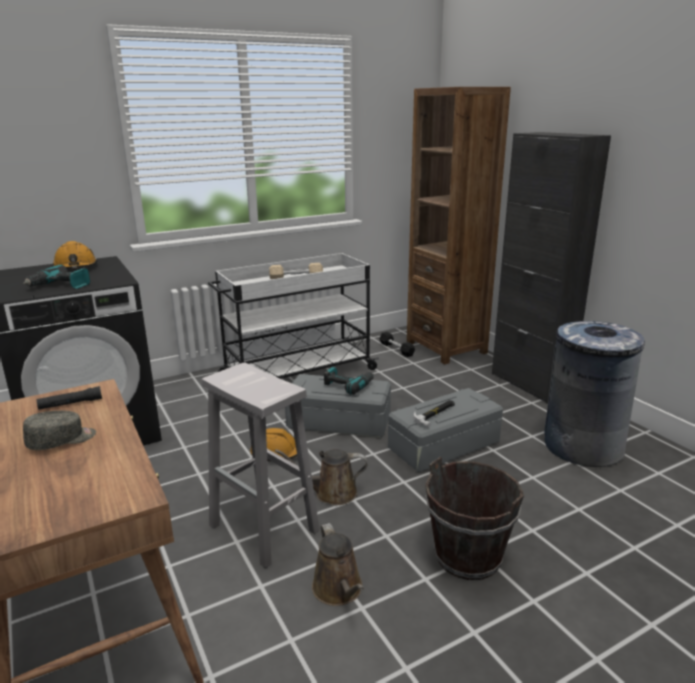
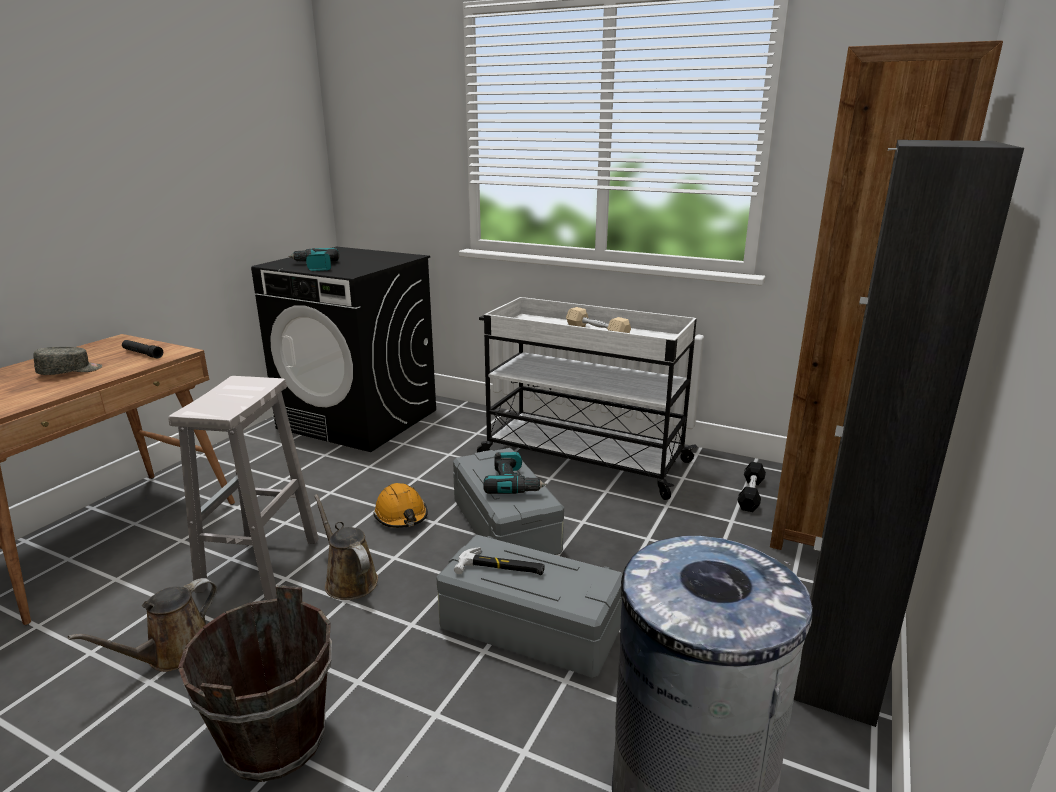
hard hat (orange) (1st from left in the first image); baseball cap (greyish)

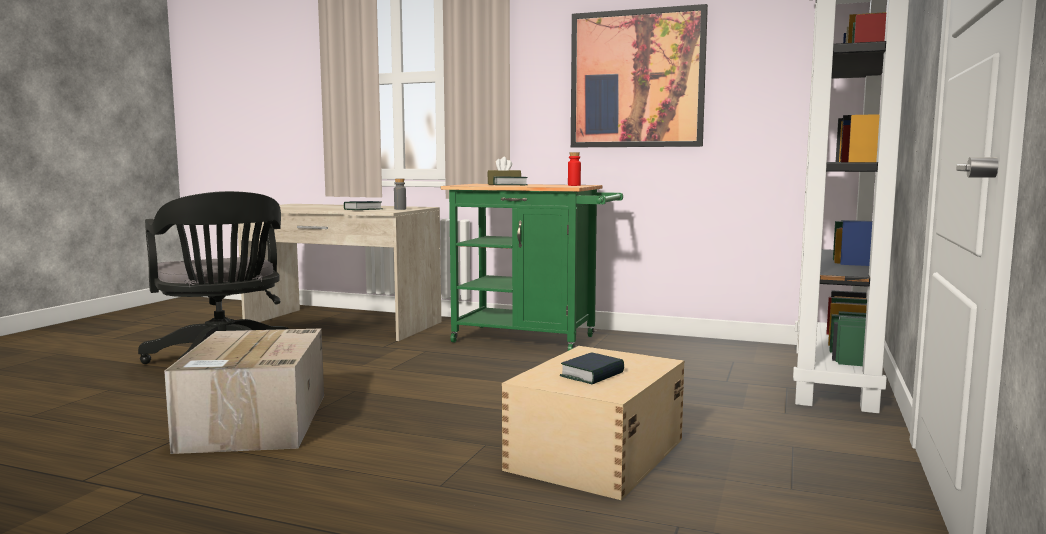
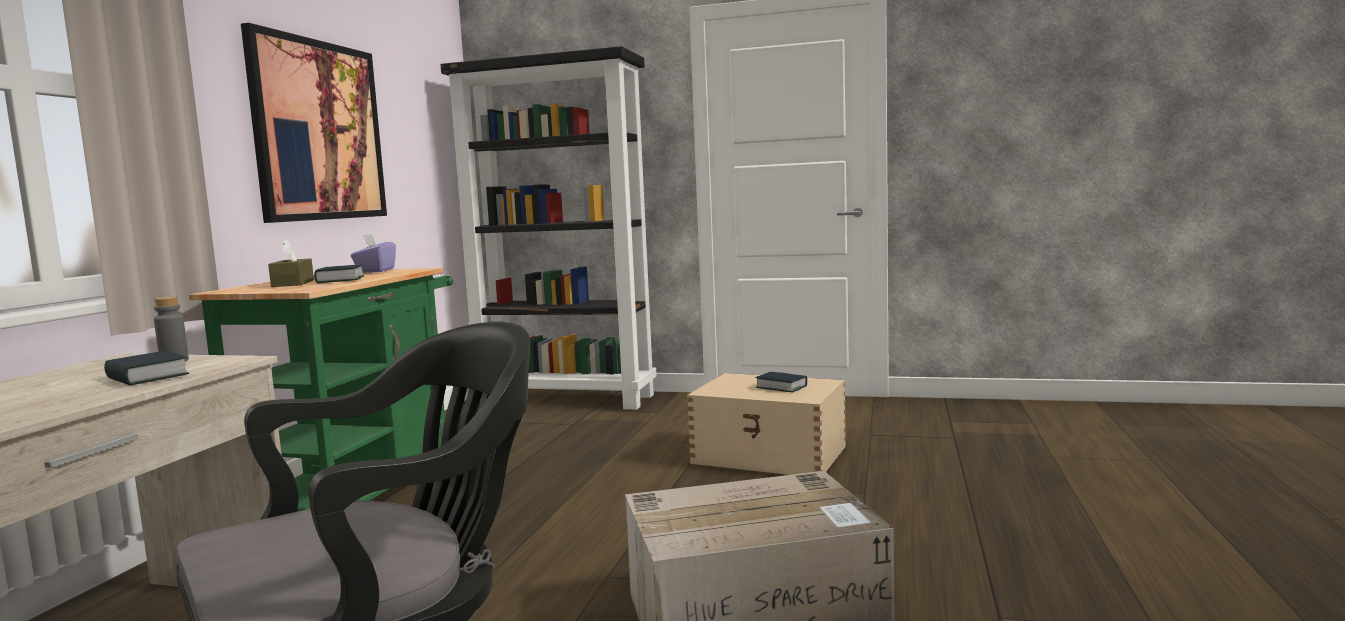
tissue box (purplish)

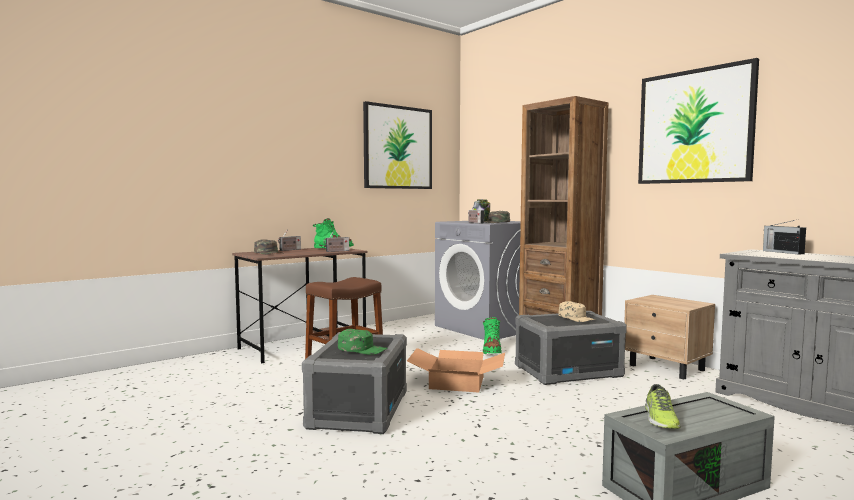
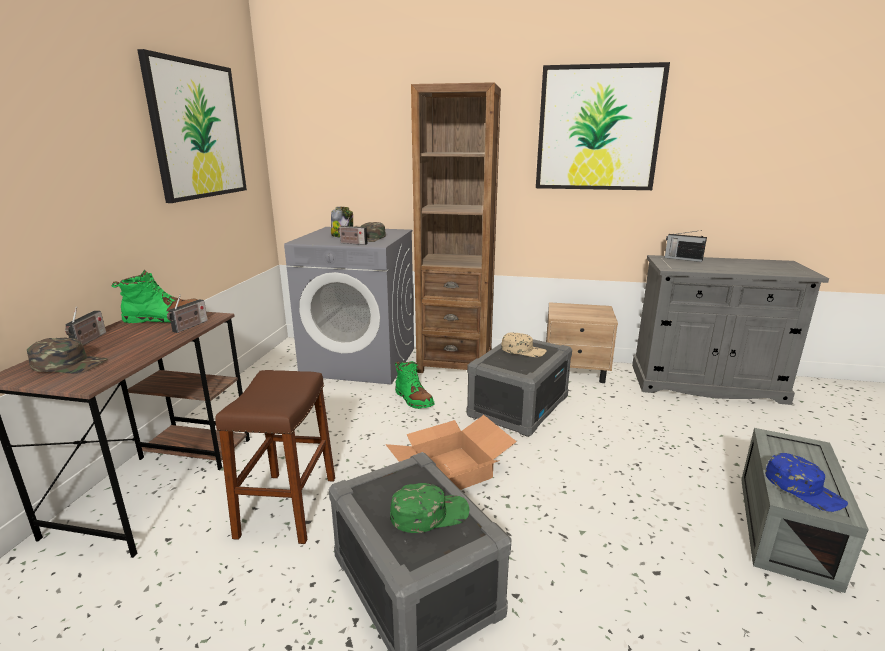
baseball cap (blue-coloured)

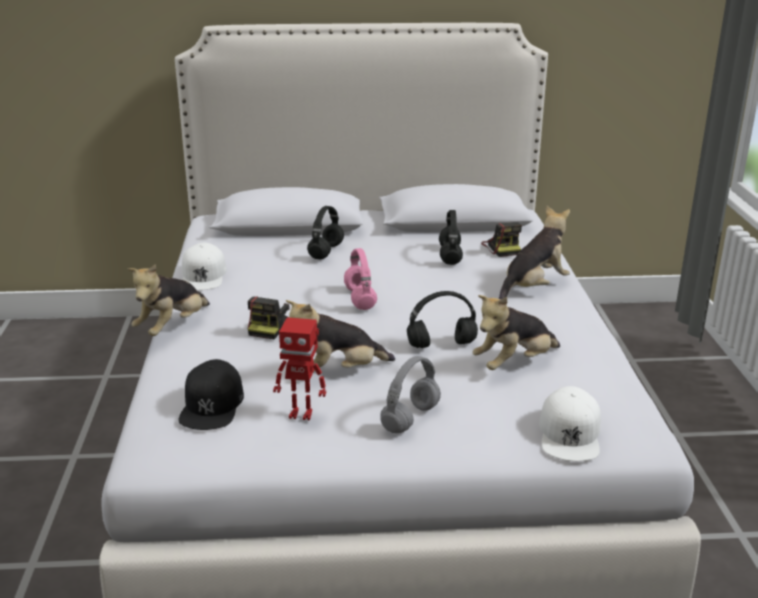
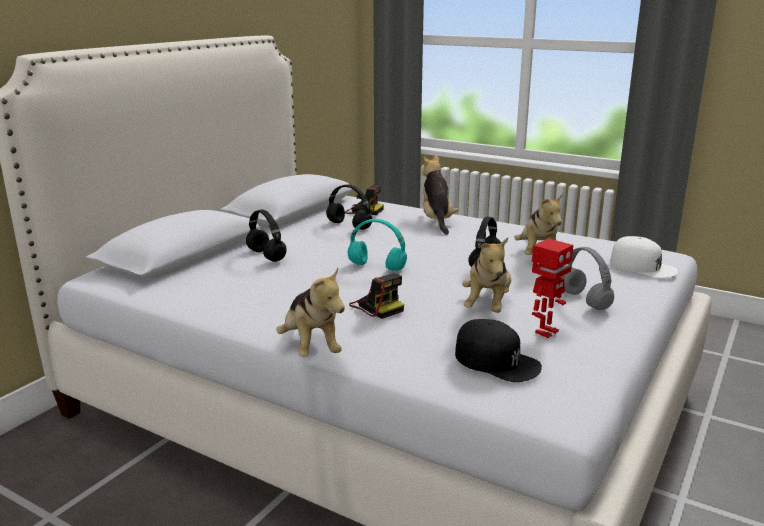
baseball cap (white) (1st from left in the first image); headset (turquoise)

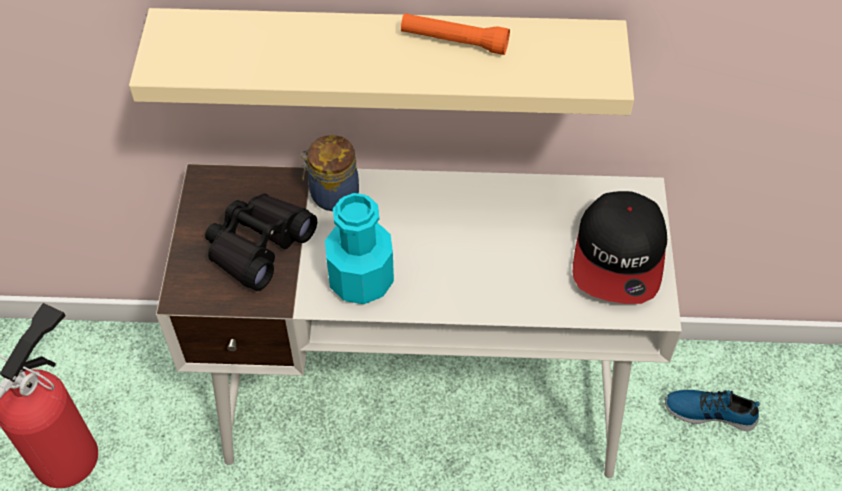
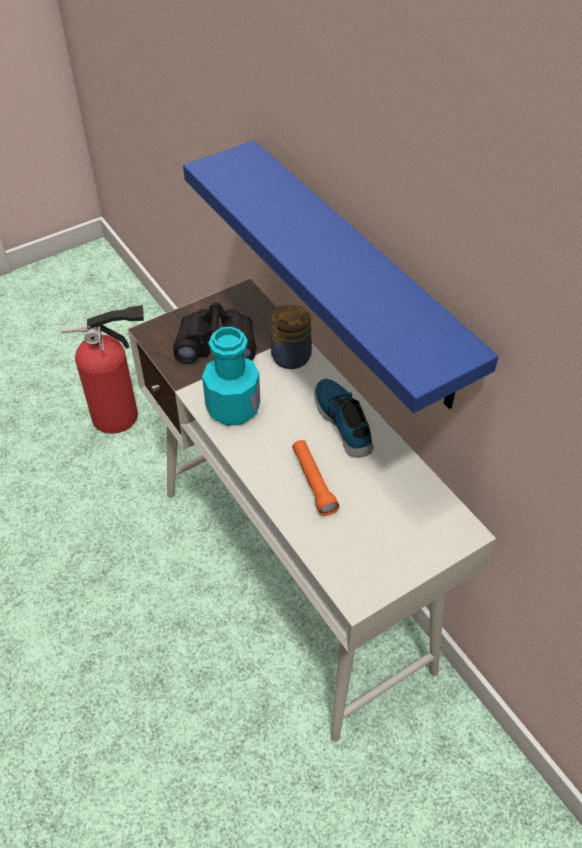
wall shelf (blue-coloured); torch (orange); baseball cap; shoe

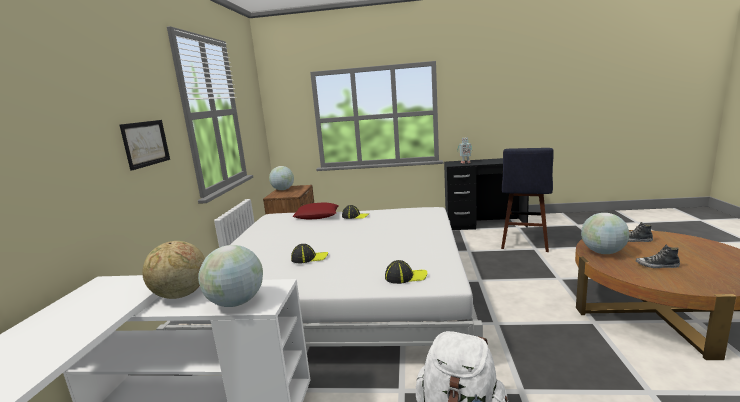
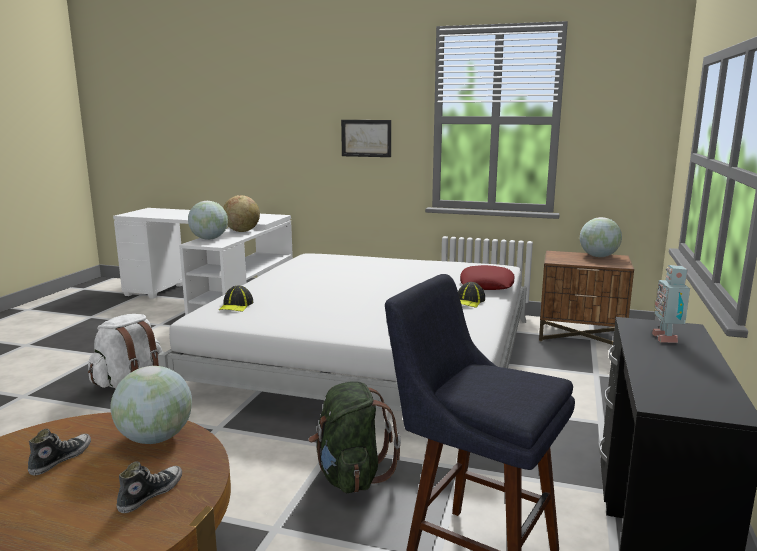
baseball cap (1st from left in the first image); rucksack (green-coloured)

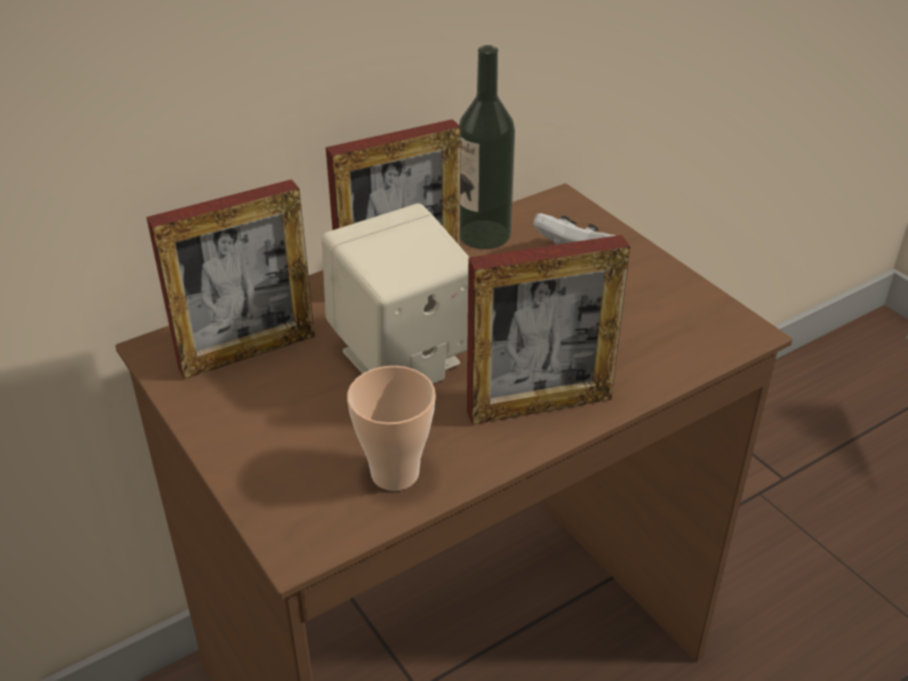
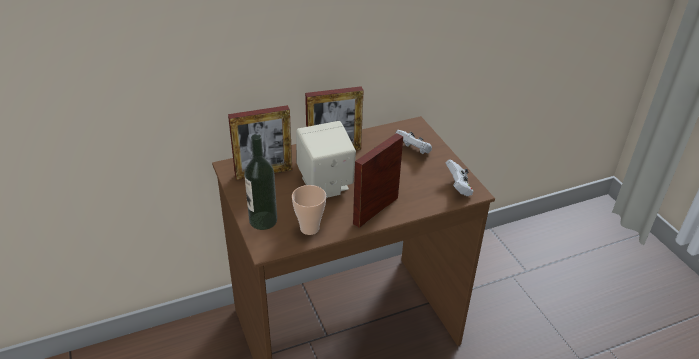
drink bottle; picture frame (3rd from left); gamepad (white) (2nd from left)

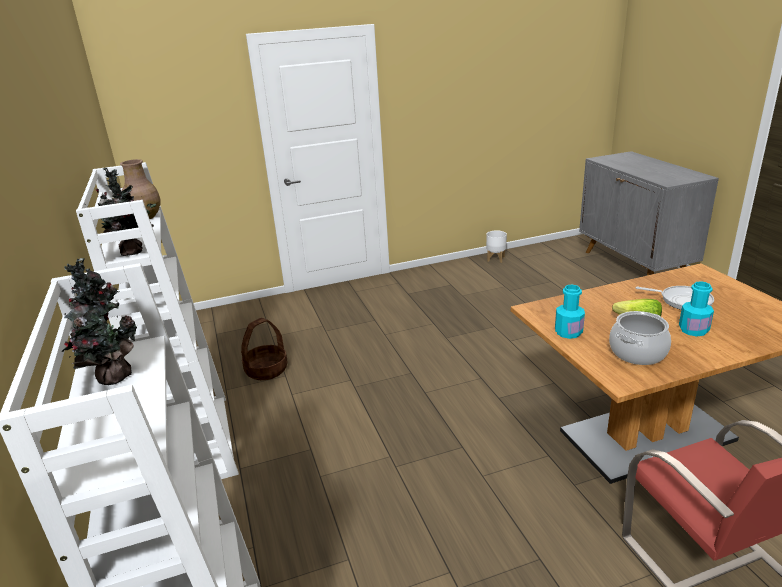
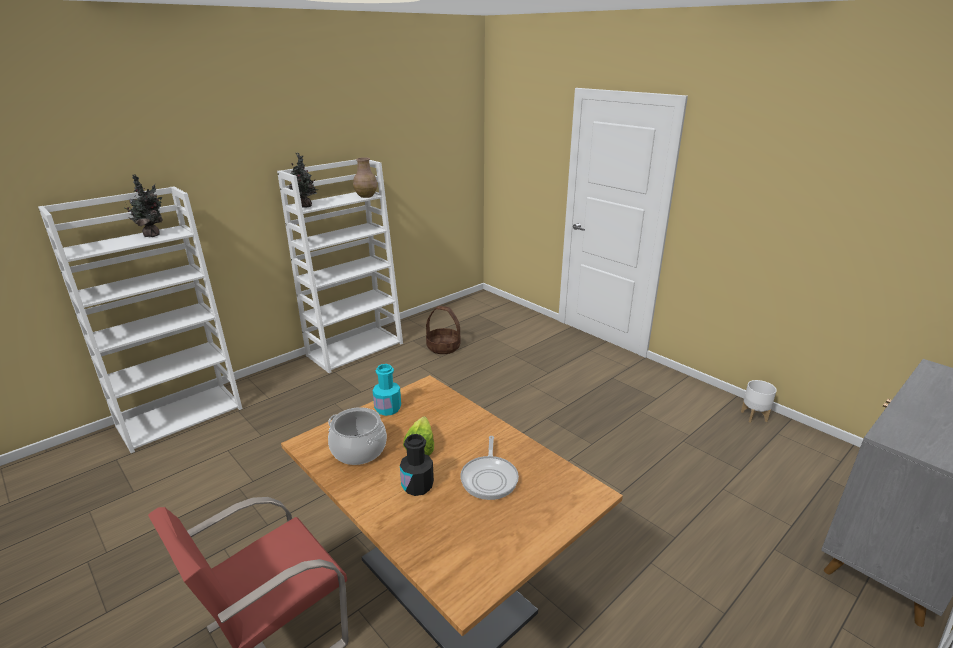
drink bottle (blackish)

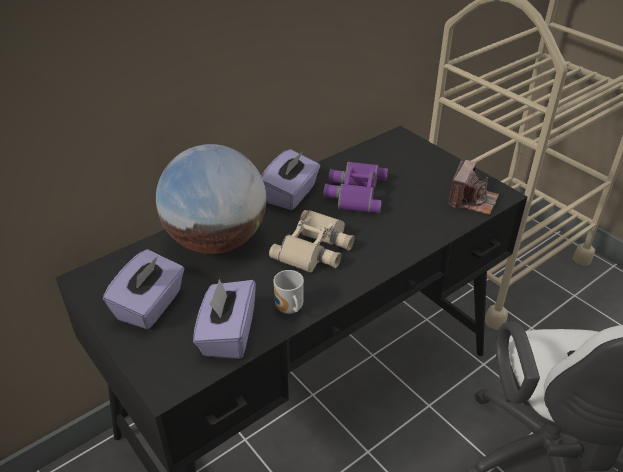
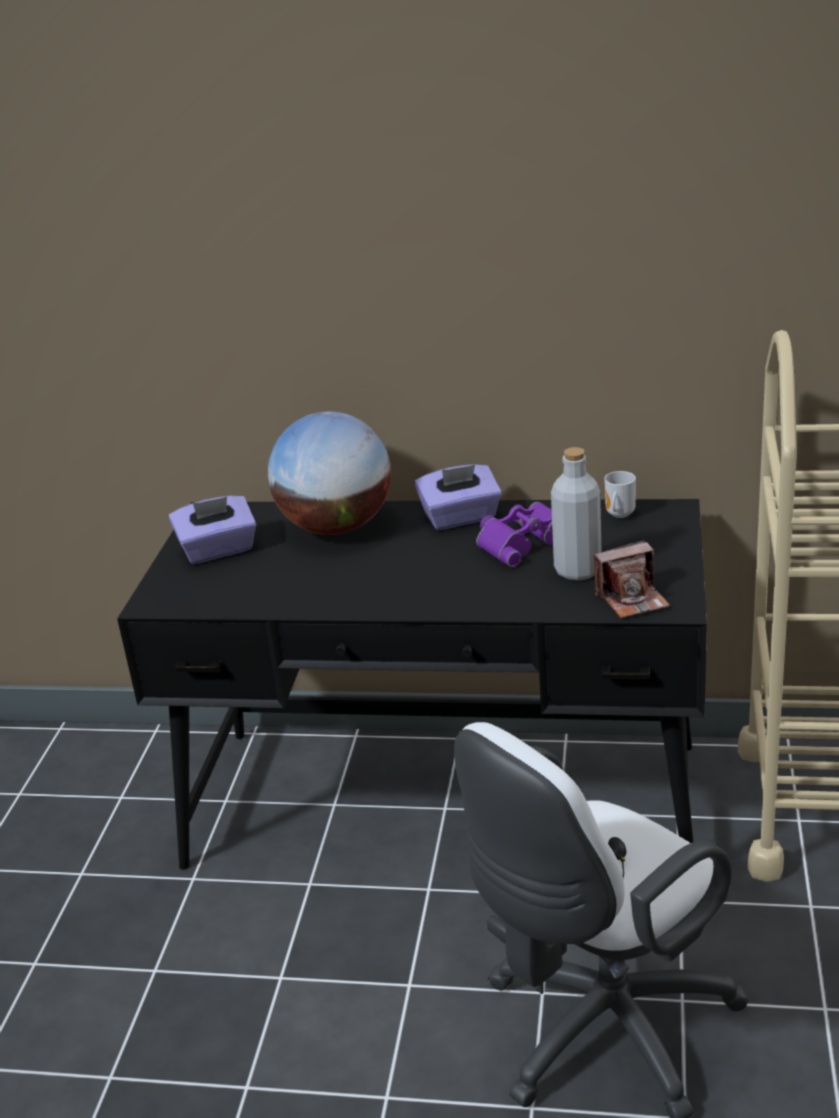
field glasses (beige-coloured); coffee mug; tissue box (purplish) (2nd from left in the first image); drink bottle (greyish)

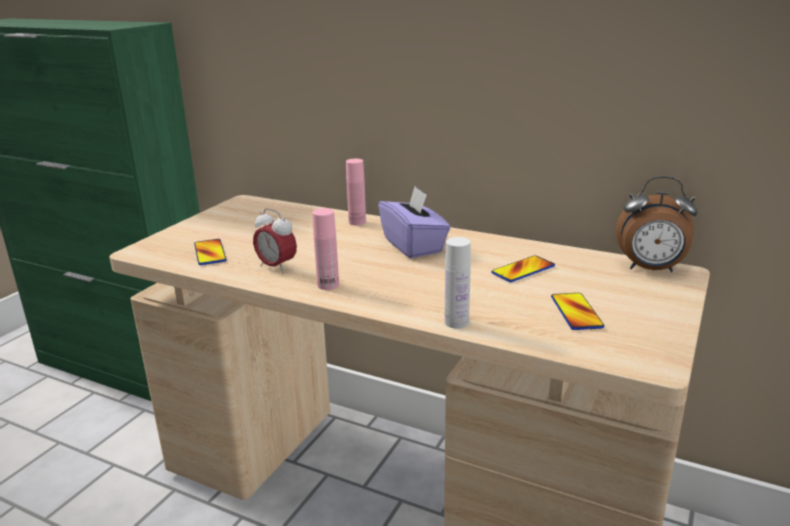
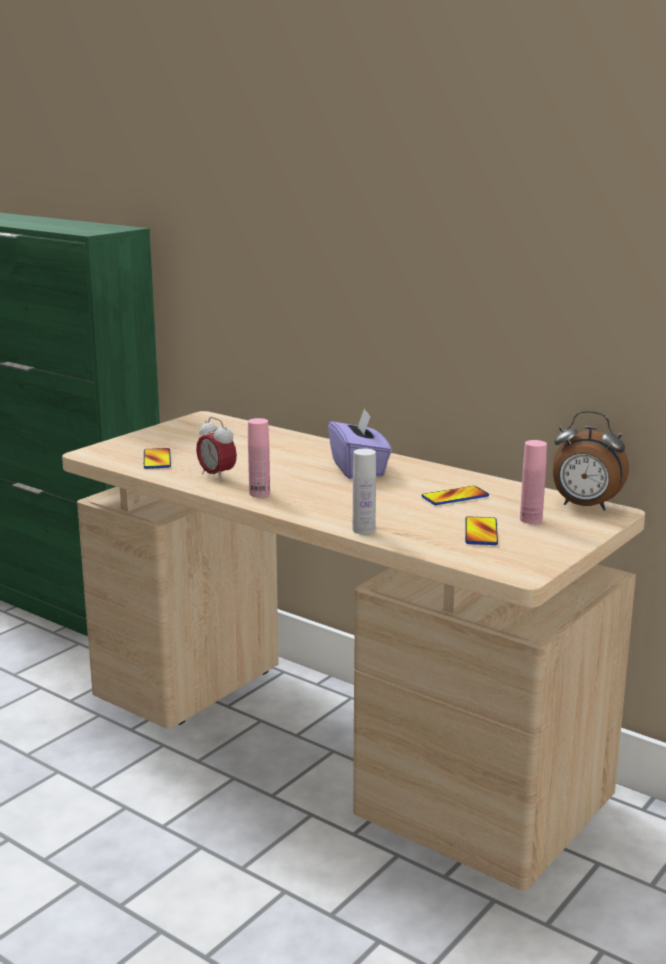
drink bottle (pink) (2nd from left)

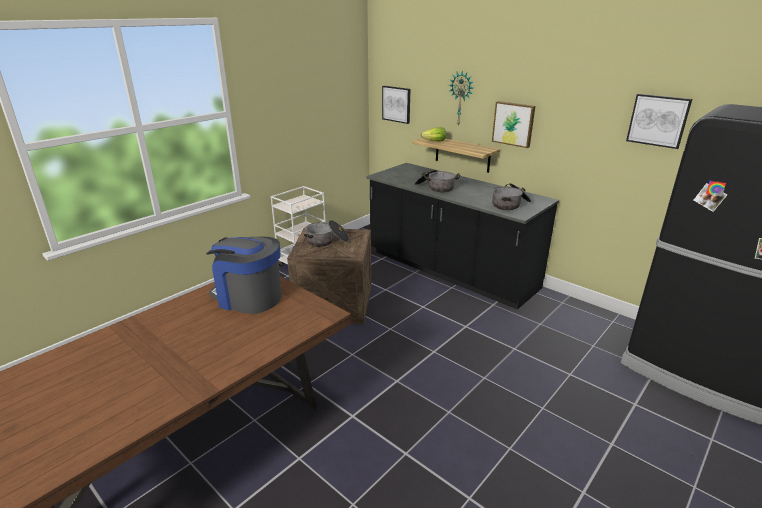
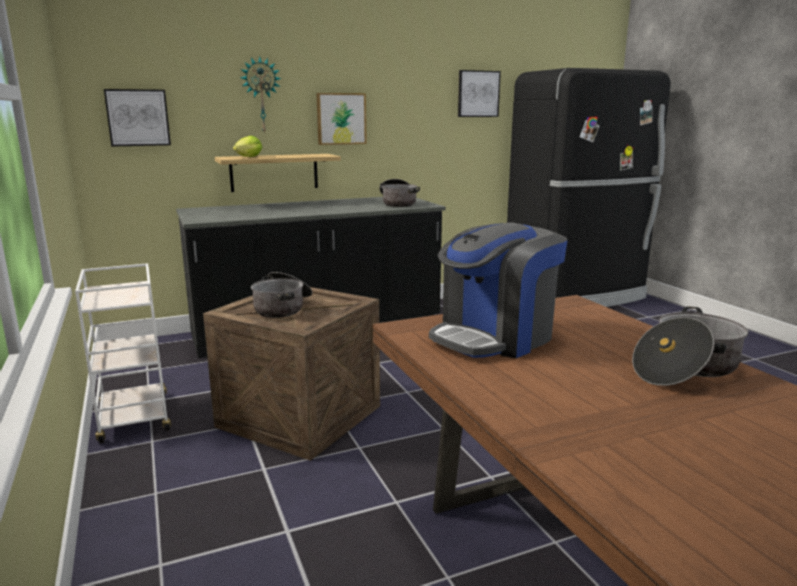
cooking pot (3rd from left)

